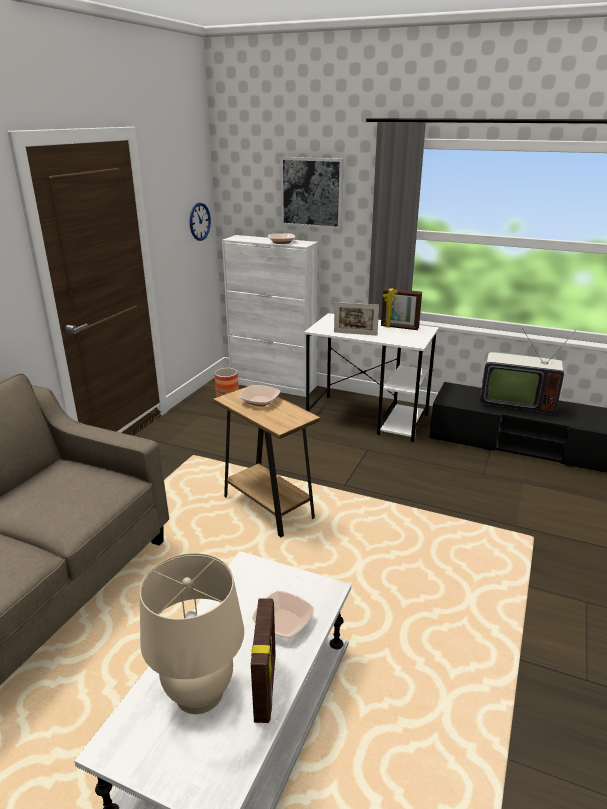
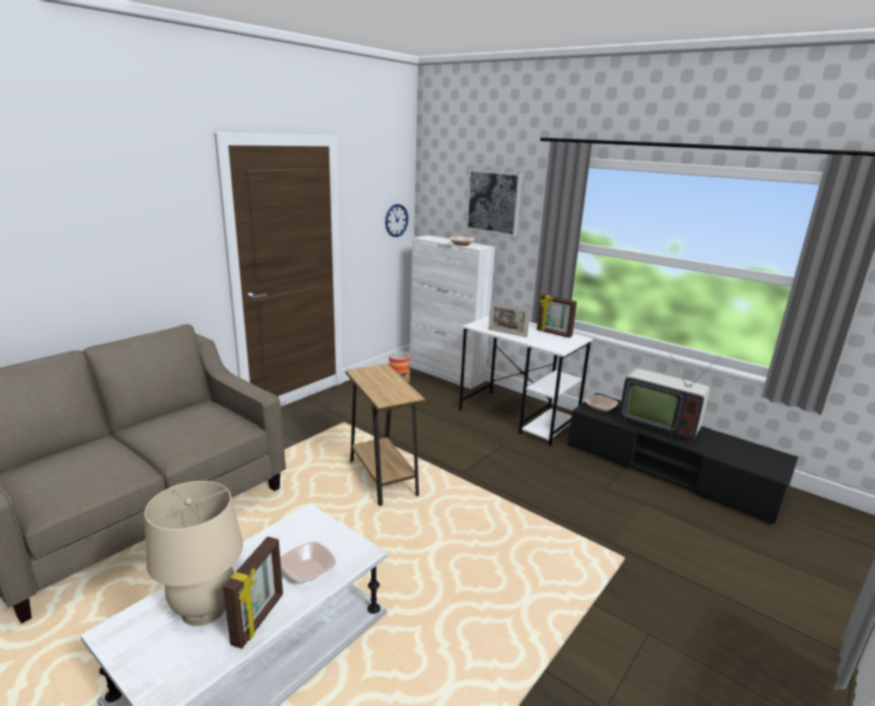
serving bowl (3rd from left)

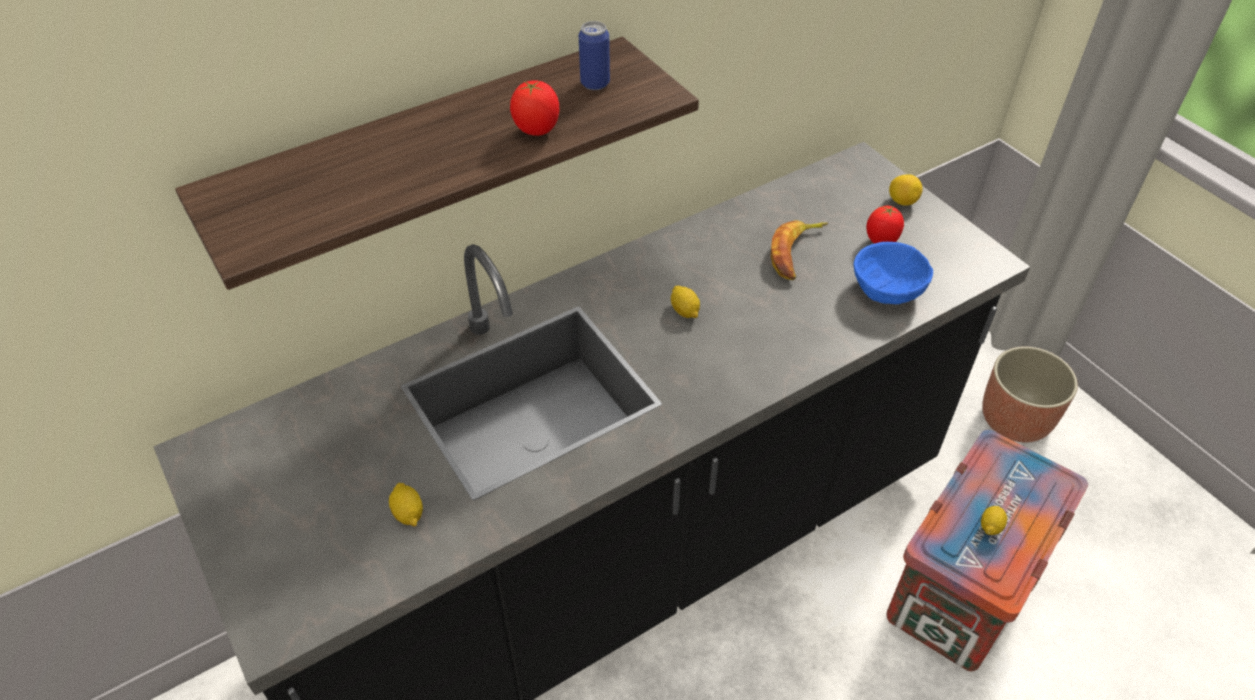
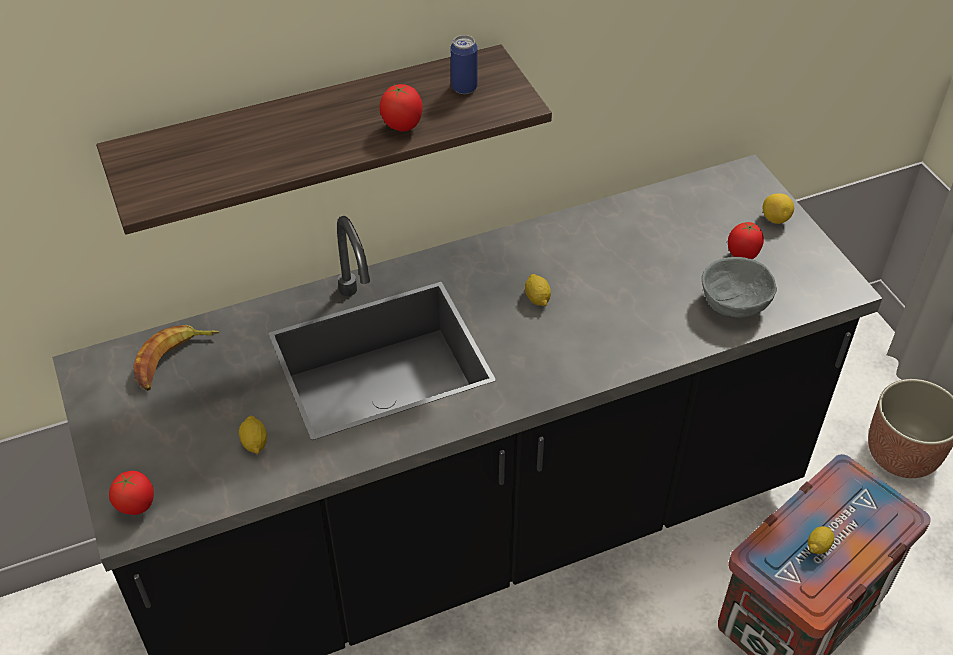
whole banana; serving bowl (greyish); whole tomato (1st from left)

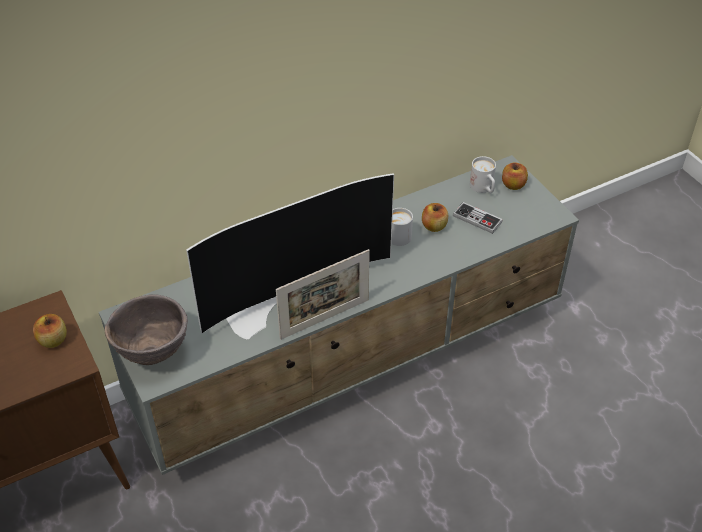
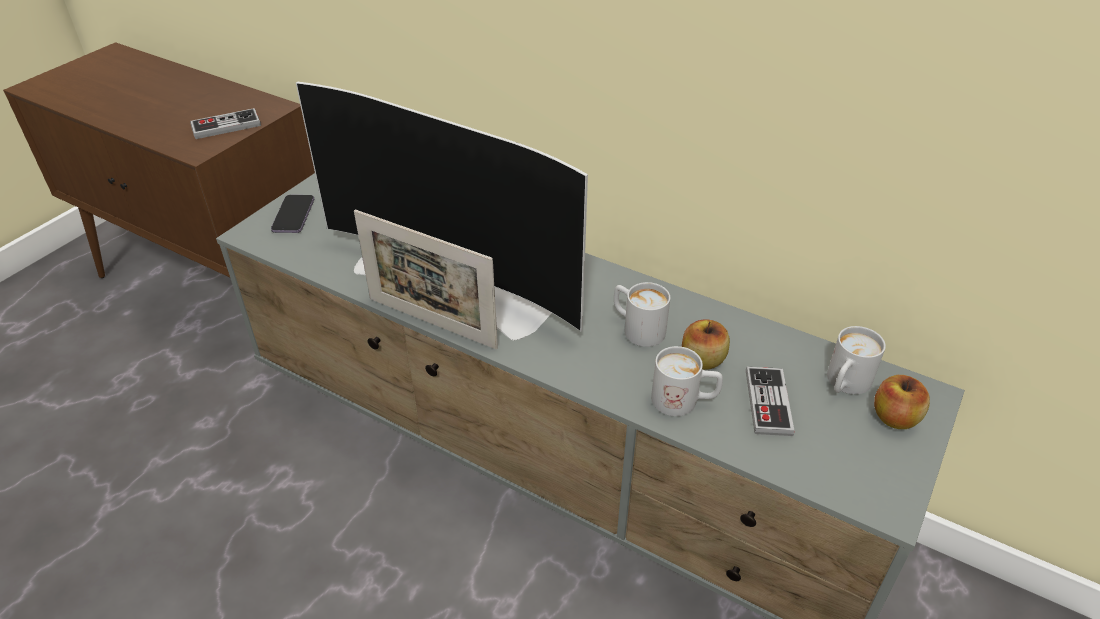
phone; gamepad (1st from left); coffee mug (white) (2nd from left)

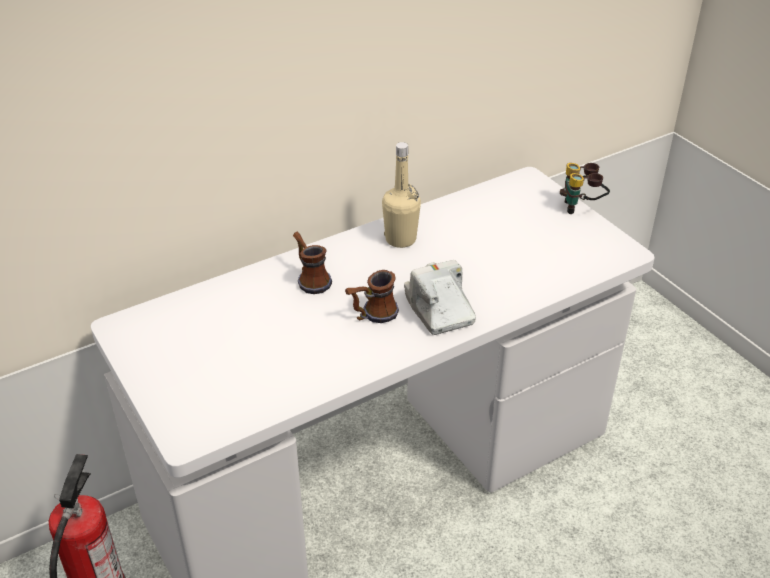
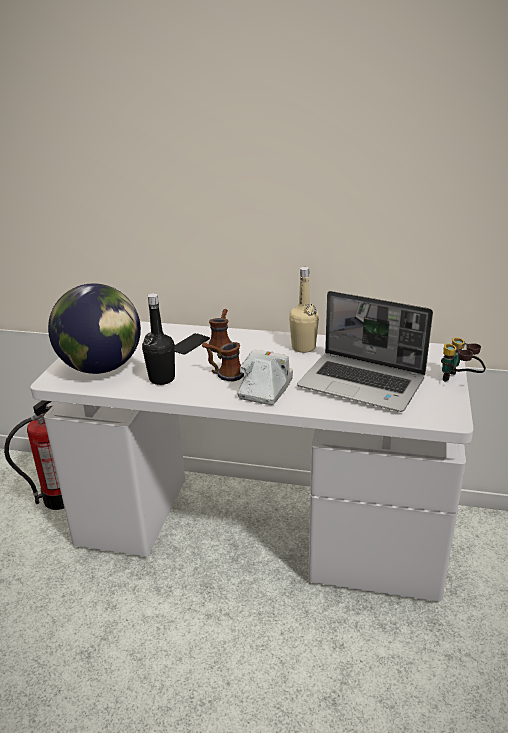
world globe; portable computer; drink bottle (blackish); phone

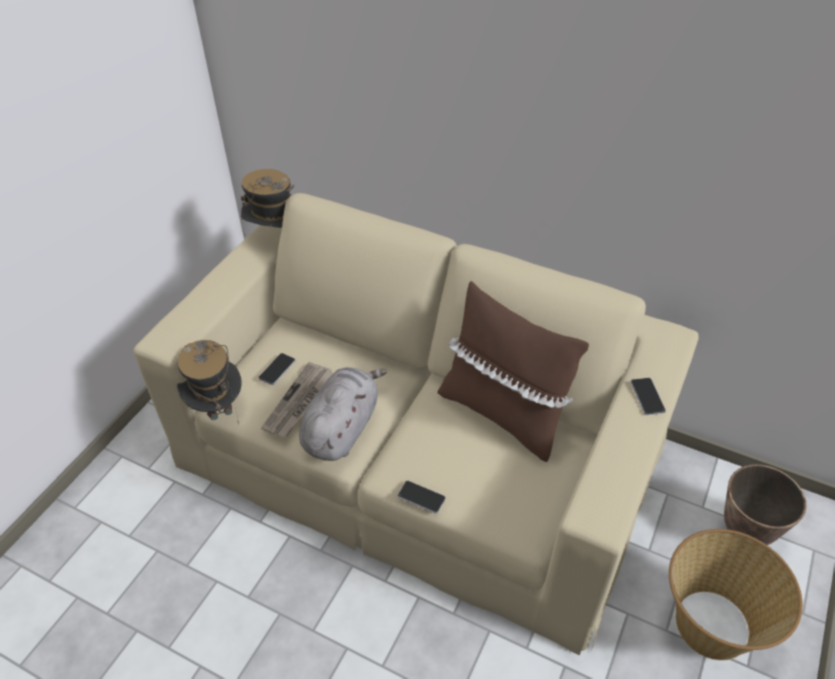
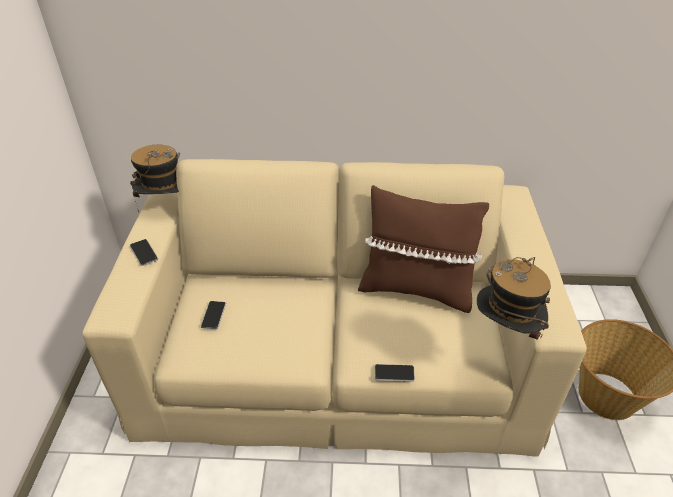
hat (2nd from left); daily paper; cuddly toy (greyish); phone (1st from left); flower pot

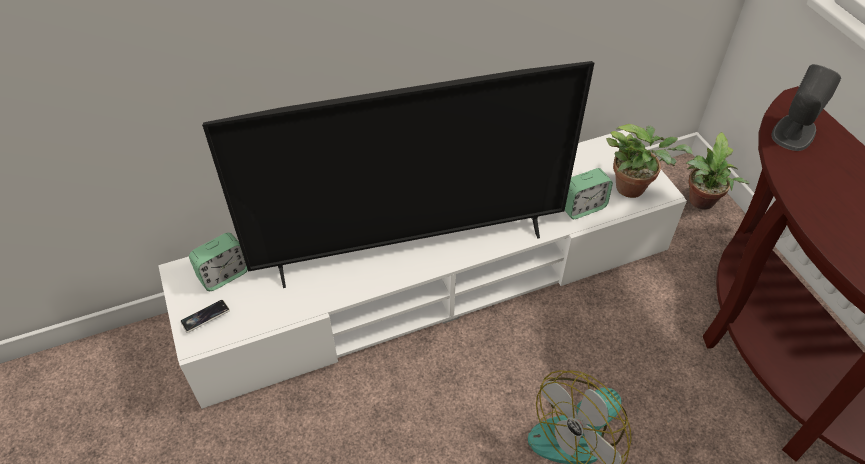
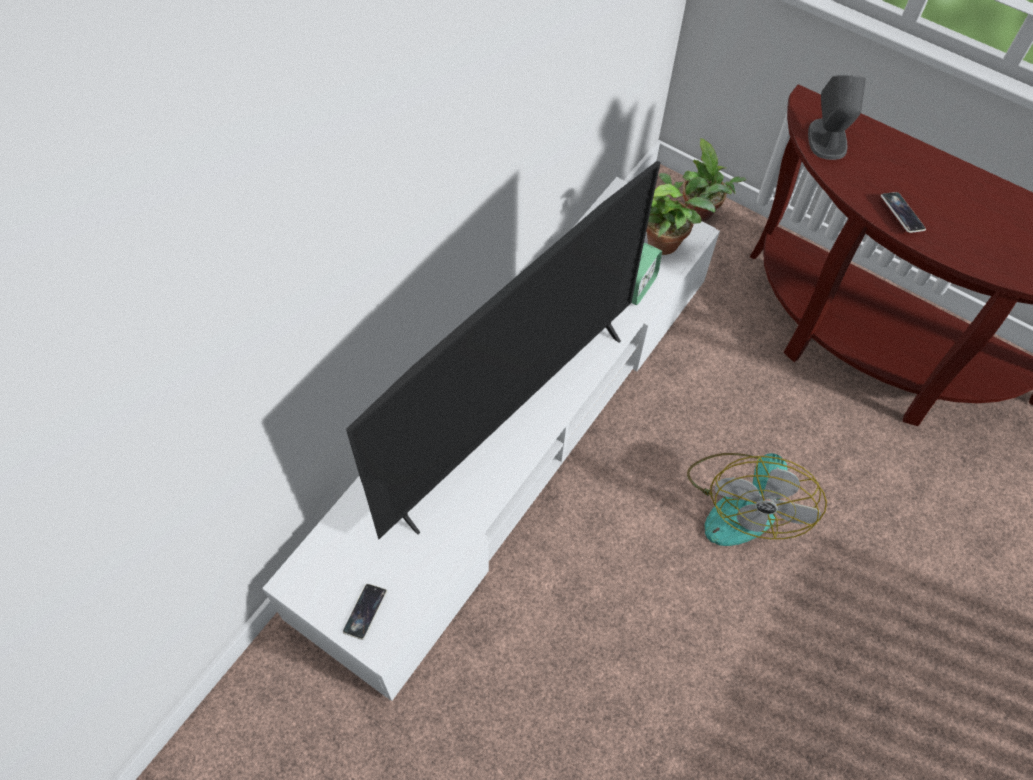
table clock (1st from left in the first image); phone (2nd from left)

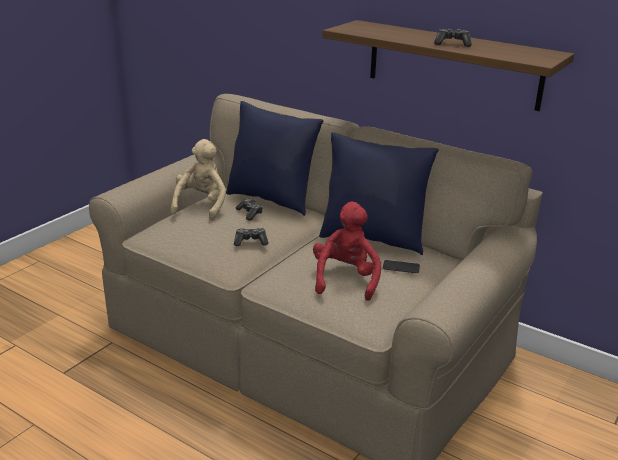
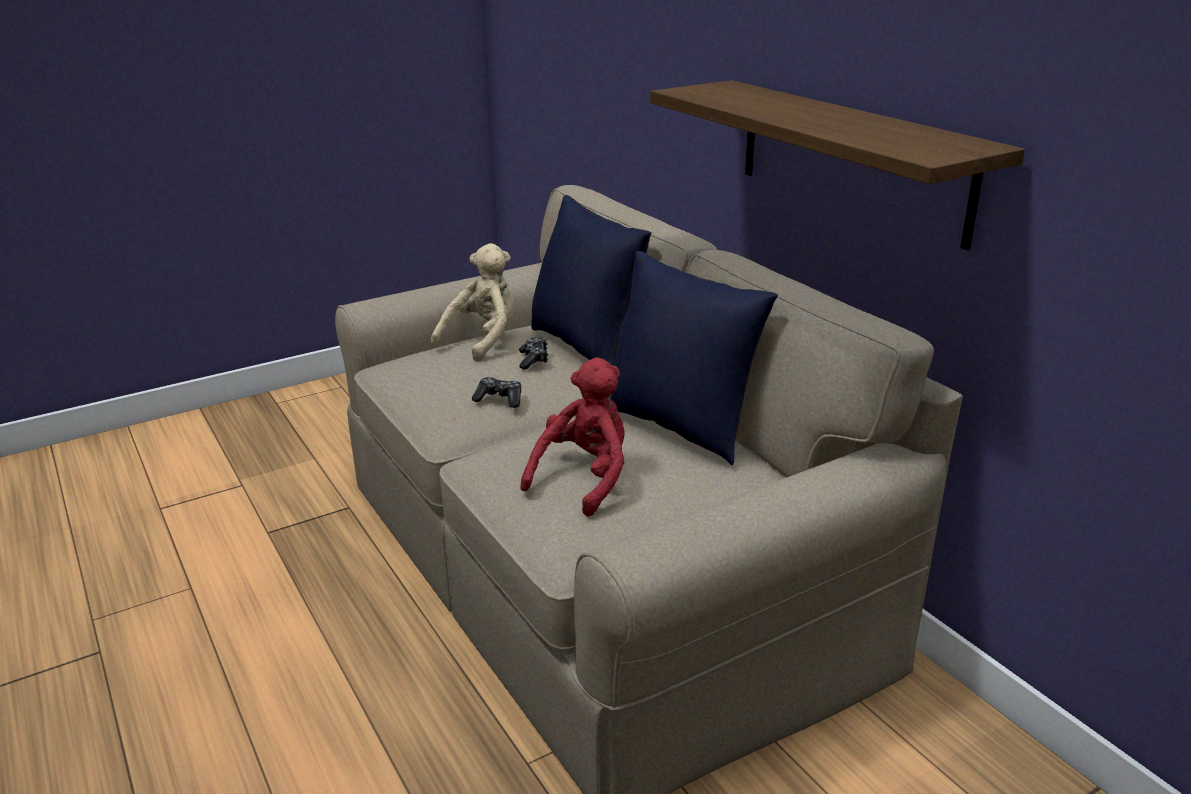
gamepad (3rd from left in the first image); phone

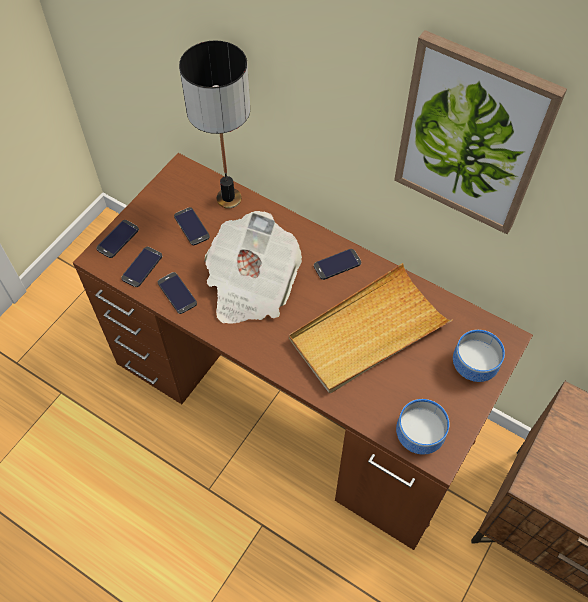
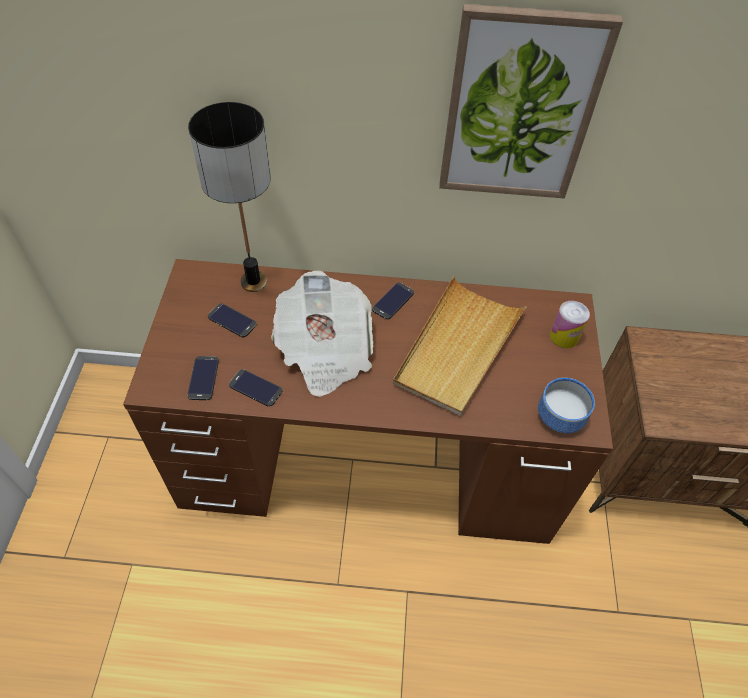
phone (1st from left in the first image); can

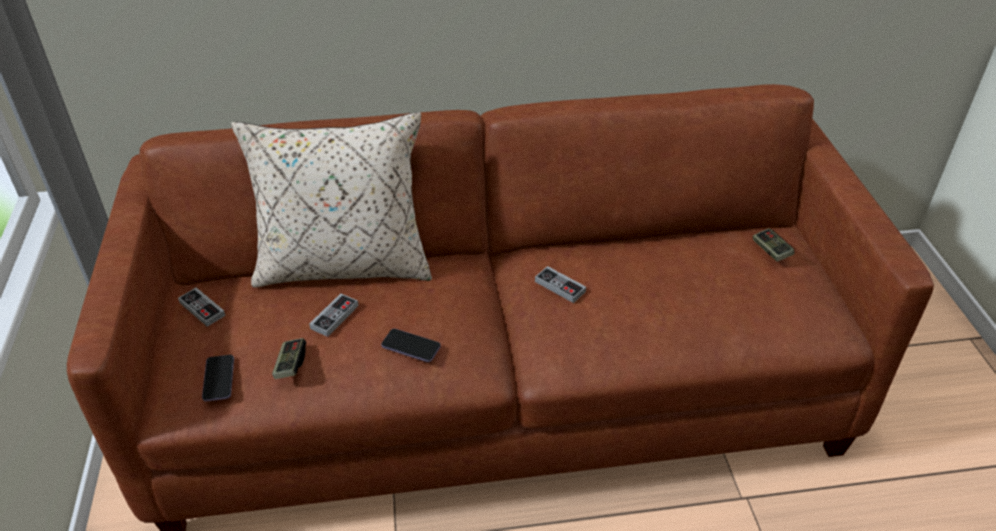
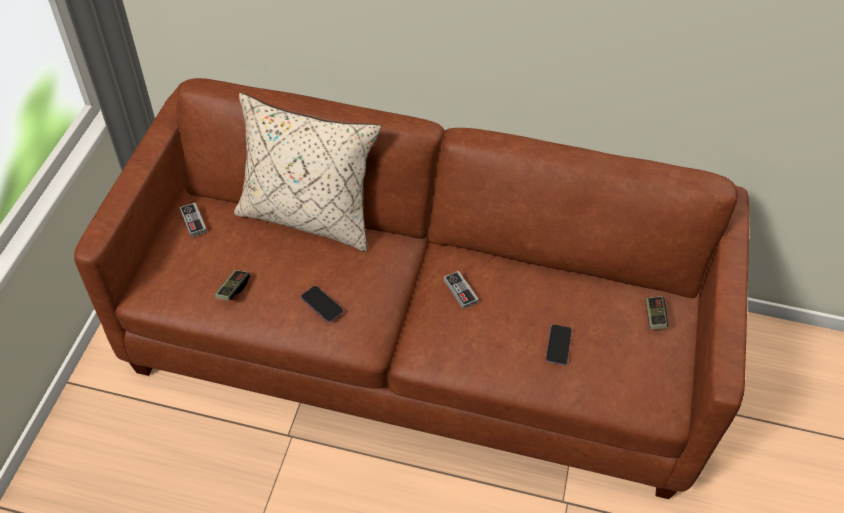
gamepad (3rd from left in the first image); phone (2nd from left)

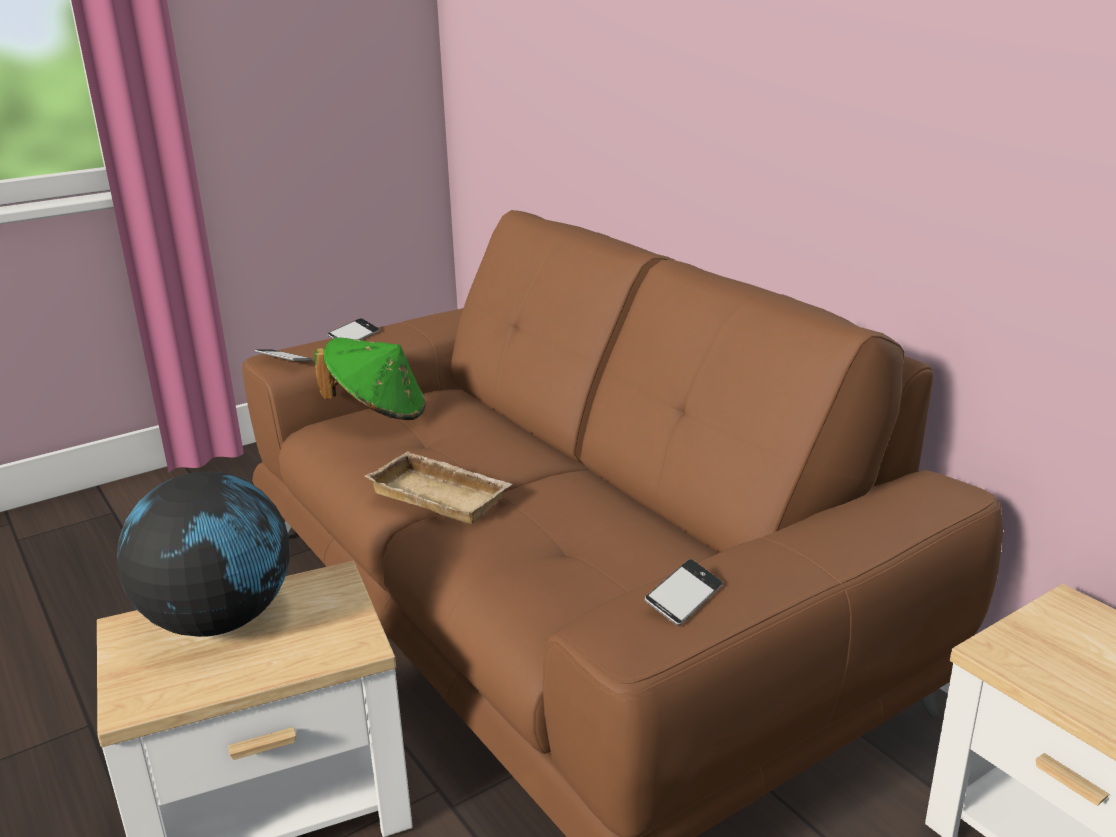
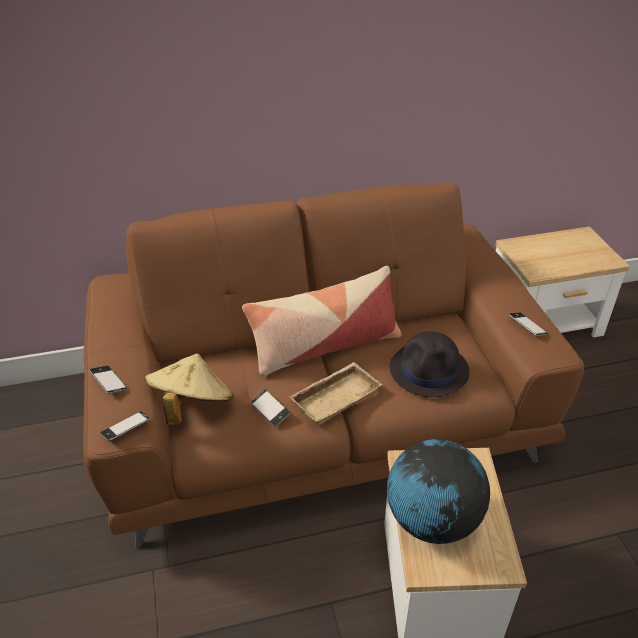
hat (beige-coloured); pillow; hat (blackish); phone (3rd from left)

